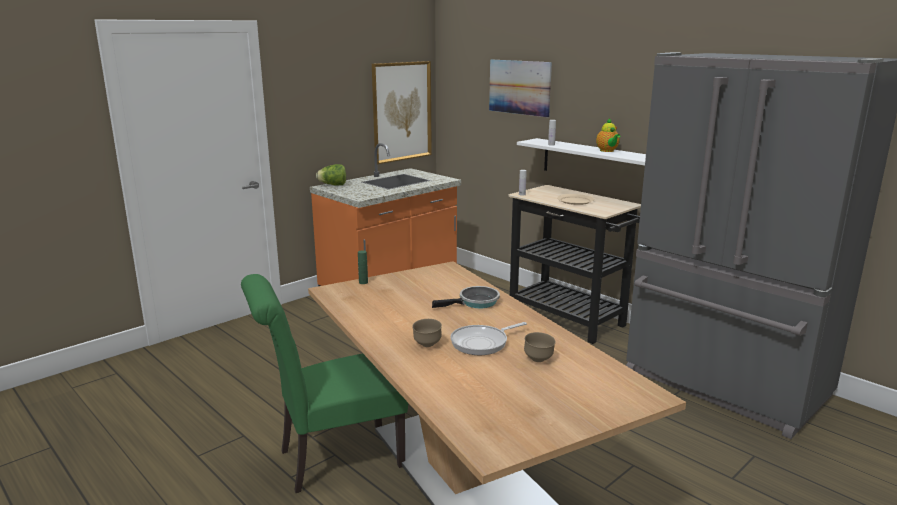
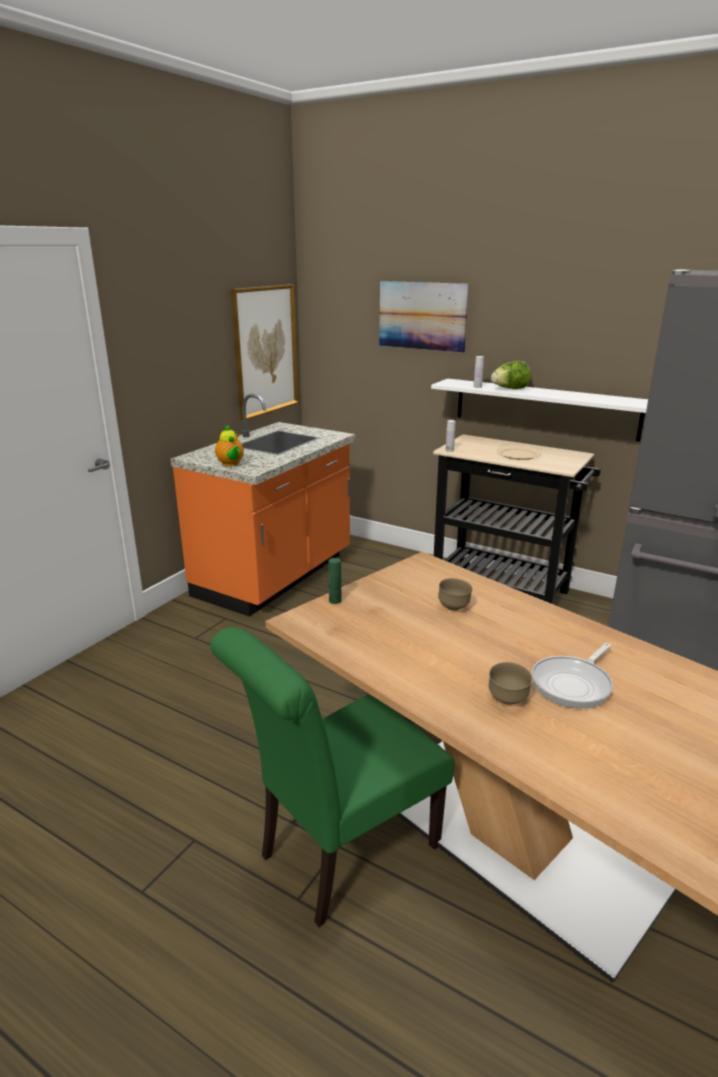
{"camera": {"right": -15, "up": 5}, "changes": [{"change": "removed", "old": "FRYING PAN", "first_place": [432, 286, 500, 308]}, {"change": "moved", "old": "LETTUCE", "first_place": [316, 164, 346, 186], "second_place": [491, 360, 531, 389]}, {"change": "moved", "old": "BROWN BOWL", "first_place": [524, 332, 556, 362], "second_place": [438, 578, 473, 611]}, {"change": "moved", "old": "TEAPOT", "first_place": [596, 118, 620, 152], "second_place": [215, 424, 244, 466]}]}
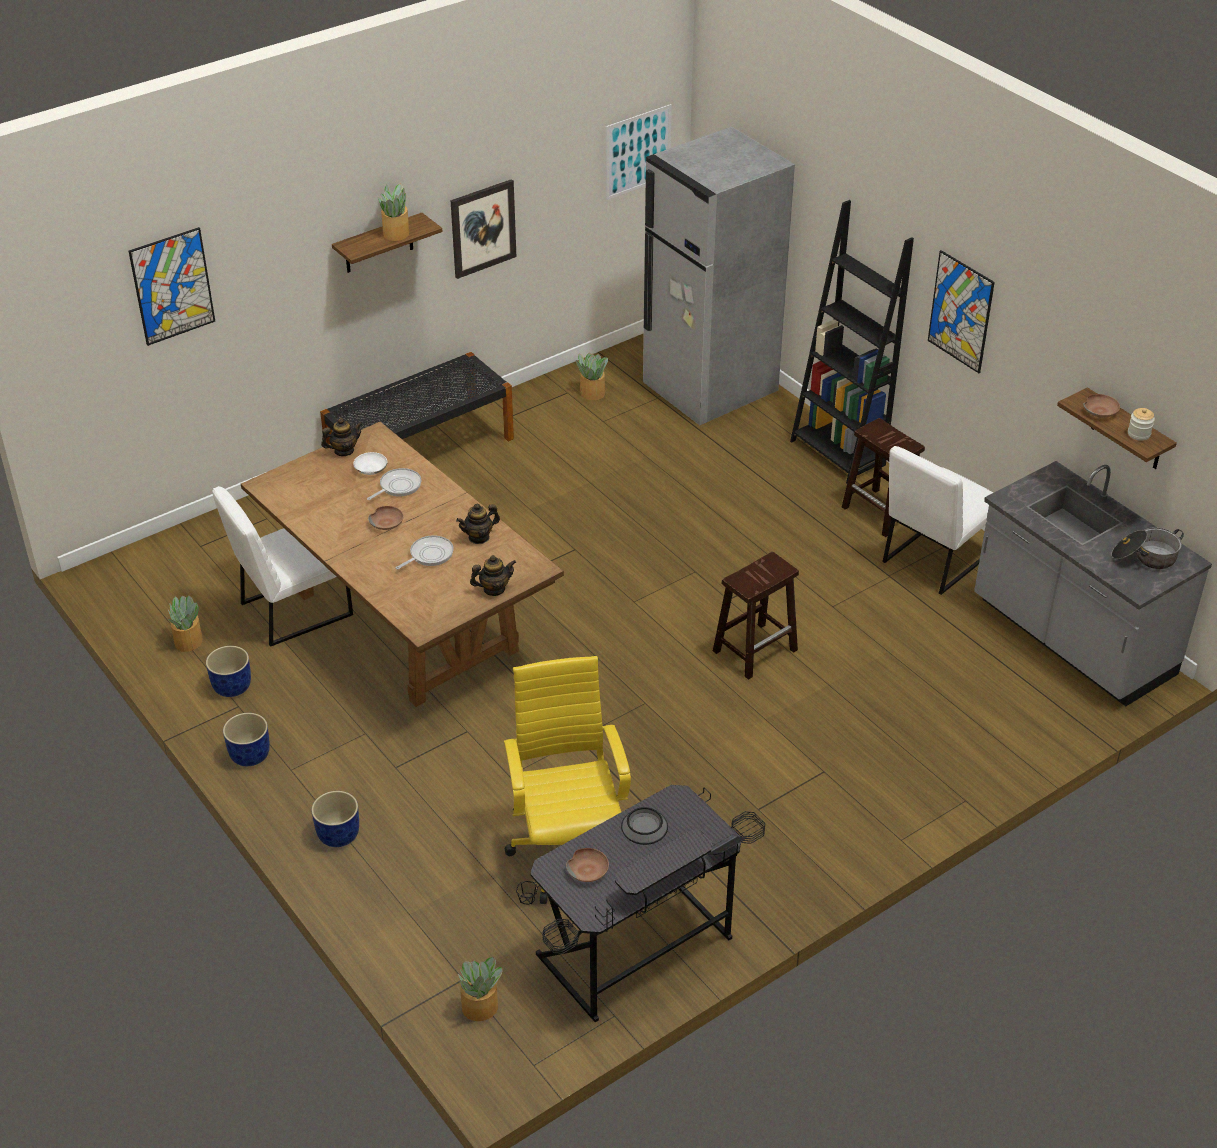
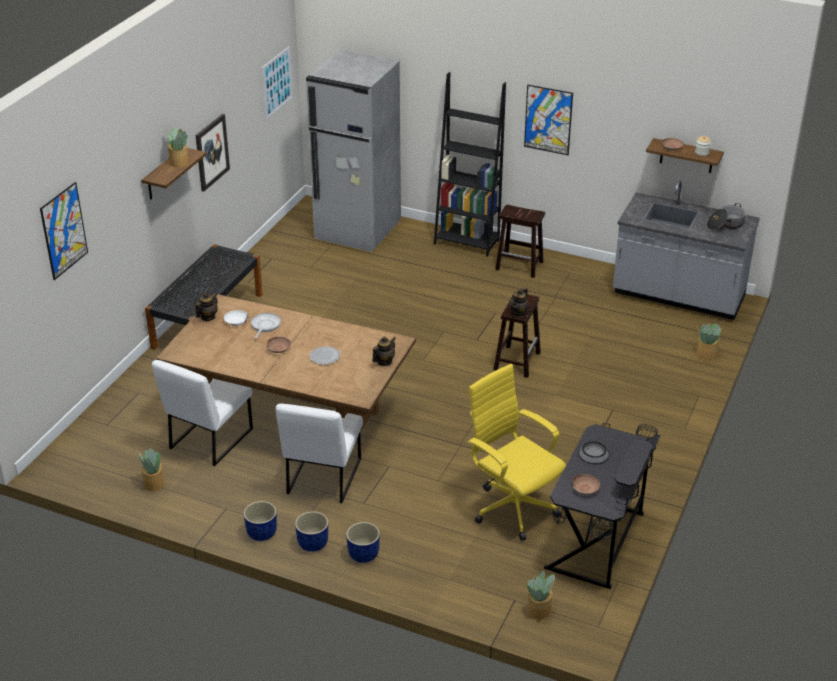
{"camera": {"right": -30, "up": -5}, "changes": [{"change": "moved", "old": "BLUE PLANTER", "first_place": [206, 646, 251, 697], "second_place": [295, 511, 328, 552]}, {"change": "moved", "old": "TEAPOT", "first_place": [456, 504, 500, 544], "second_place": [509, 288, 529, 317]}, {"change": "moved", "old": "POTTED PLANT", "first_place": [576, 353, 608, 400], "second_place": [697, 323, 721, 360]}, {"change": "moved", "old": "WHITE CHAIR", "first_place": [882, 446, 993, 595], "second_place": [275, 404, 363, 503]}, {"change": "replaced", "old": "FRYING PAN", "new": "PLATE", "first_place": [396, 535, 454, 569], "second_place": [310, 346, 340, 365]}]}
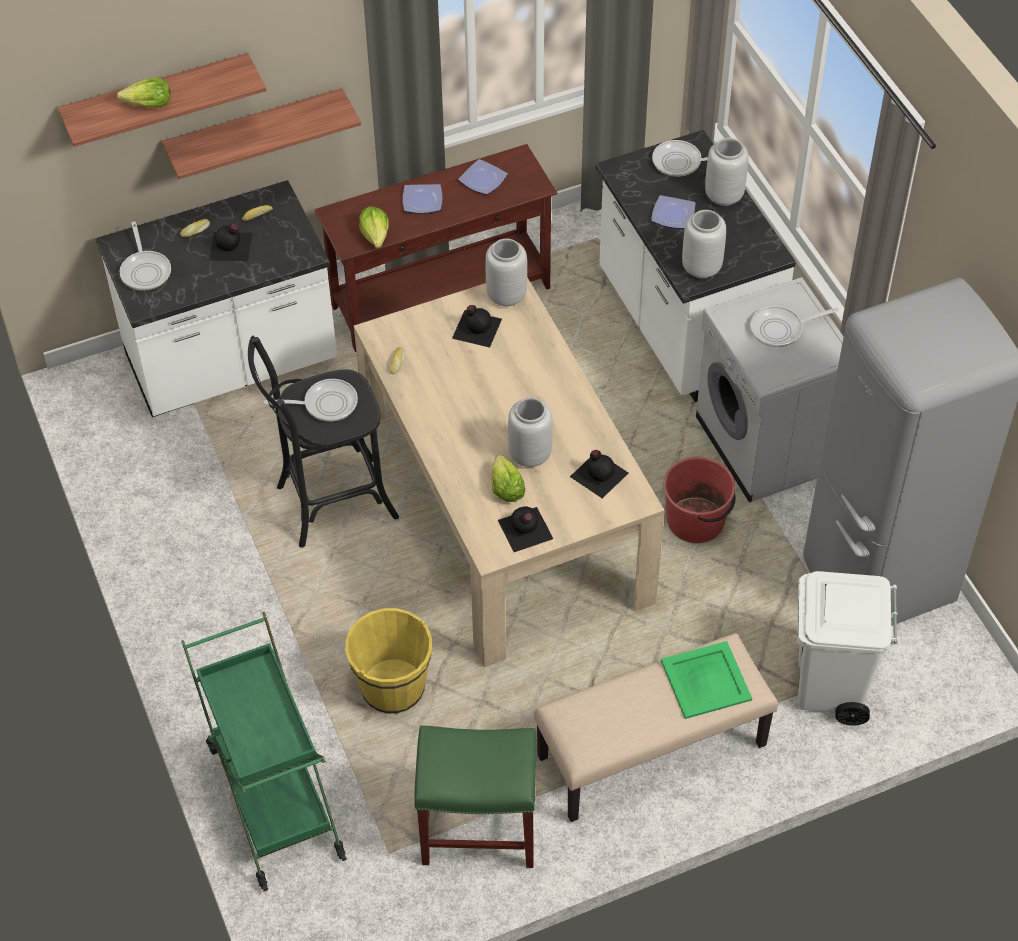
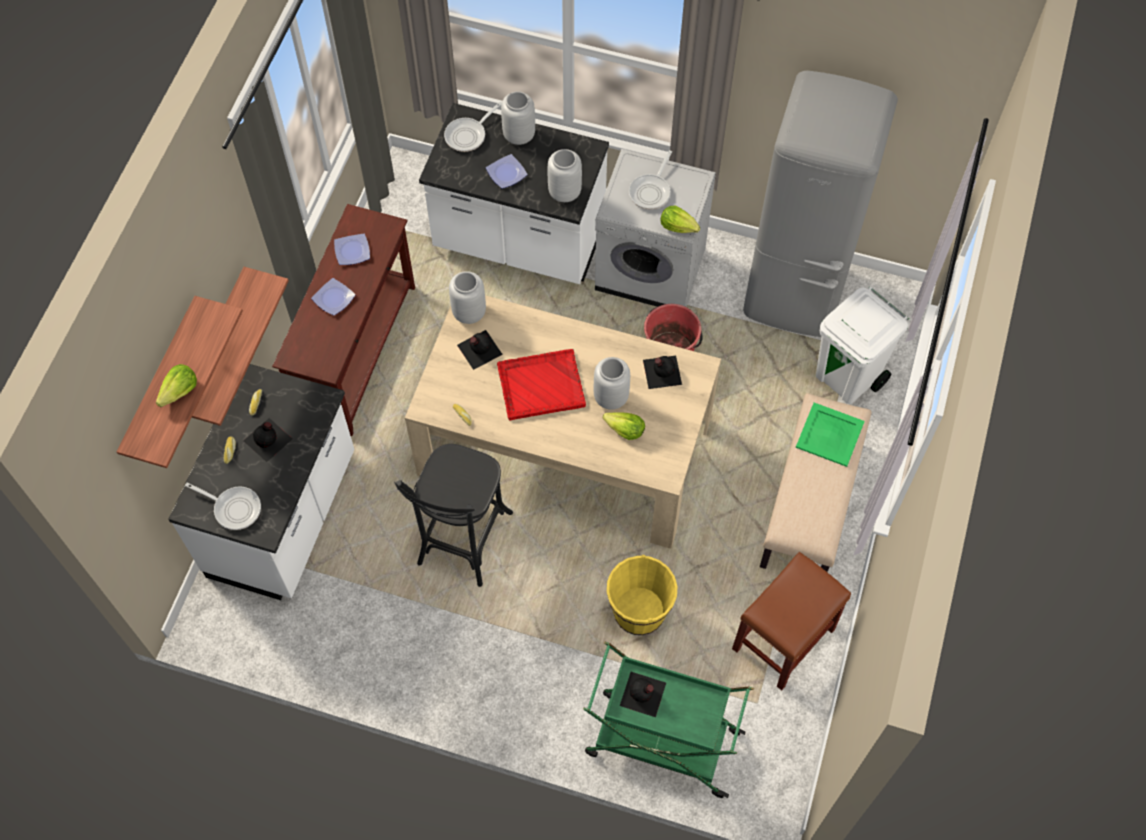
{"camera": {"right": -50, "up": 10}, "changes": [{"change": "removed", "old": "FRYING PAN", "first_place": [264, 379, 358, 422]}, {"change": "added", "new": "RED TRAY", "second_place": [497, 349, 586, 421]}, {"change": "moved", "old": "LETTUCE", "first_place": [359, 206, 389, 248], "second_place": [660, 206, 700, 233]}, {"change": "moved", "old": "BLACK BOTTLE", "first_place": [498, 506, 553, 552], "second_place": [620, 672, 666, 717]}, {"change": "recoloured", "old": "GREEN STOOL", "new": "BROWN STOOL", "first_place": [415, 725, 536, 868], "second_place": [732, 552, 851, 691]}]}
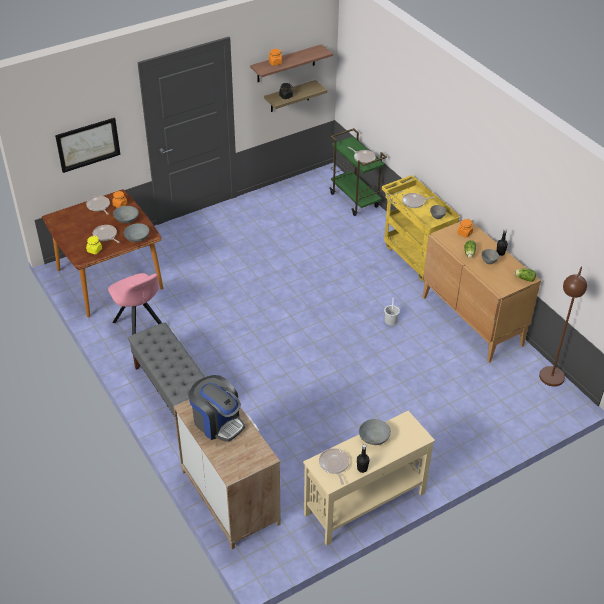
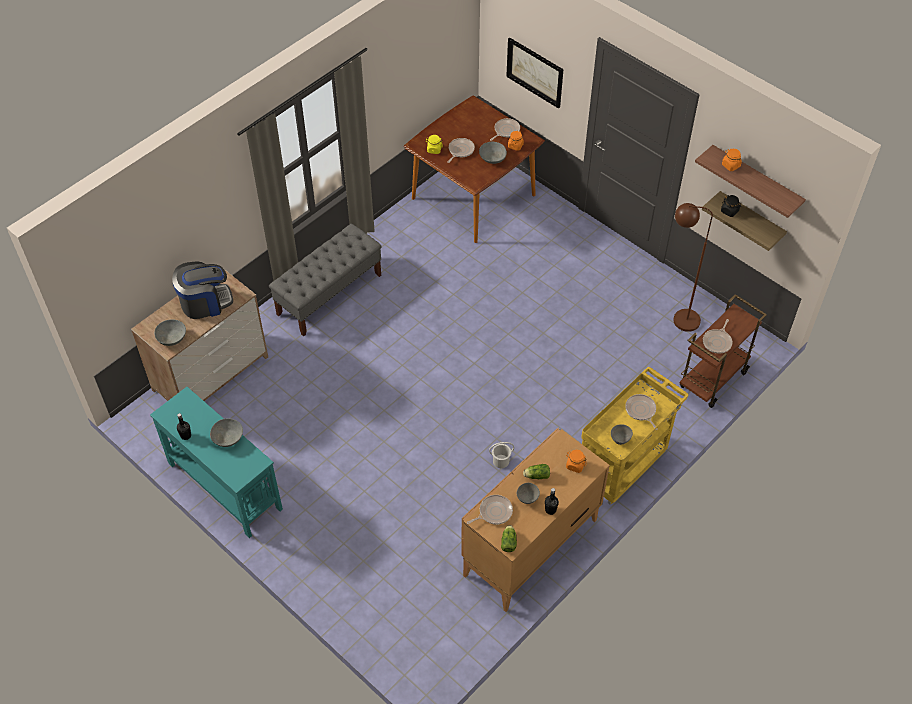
{"camera": {"right": 75, "up": 10}, "changes": [{"change": "removed", "old": "PINK CHAIR", "first_place": [108, 273, 162, 335]}, {"change": "moved", "old": "GREY BOWL", "first_place": [124, 223, 149, 242], "second_place": [154, 319, 186, 346]}, {"change": "moved", "old": "FRYING PAN", "first_place": [319, 448, 349, 485], "second_place": [467, 495, 513, 525]}, {"change": "moved", "old": "BROWN FLOOR LAMP", "first_place": [539, 266, 587, 387], "second_place": [673, 203, 713, 332]}, {"change": "recoloured", "old": "BEIGE CONSOLE TABLE", "new": "TURQUOISE CONSOLE TABLE", "first_place": [303, 411, 435, 546], "second_place": [150, 387, 283, 538]}, {"change": "recoloured", "old": "GREEN CART", "new": "BROWN CART", "first_place": [329, 128, 387, 216], "second_place": [680, 294, 767, 408]}, {"change": "turned", "old": "COFFEE MACHINE", "first_place": [188, 375, 245, 442], "second_place": [172, 261, 233, 319], "degrees": -135}]}
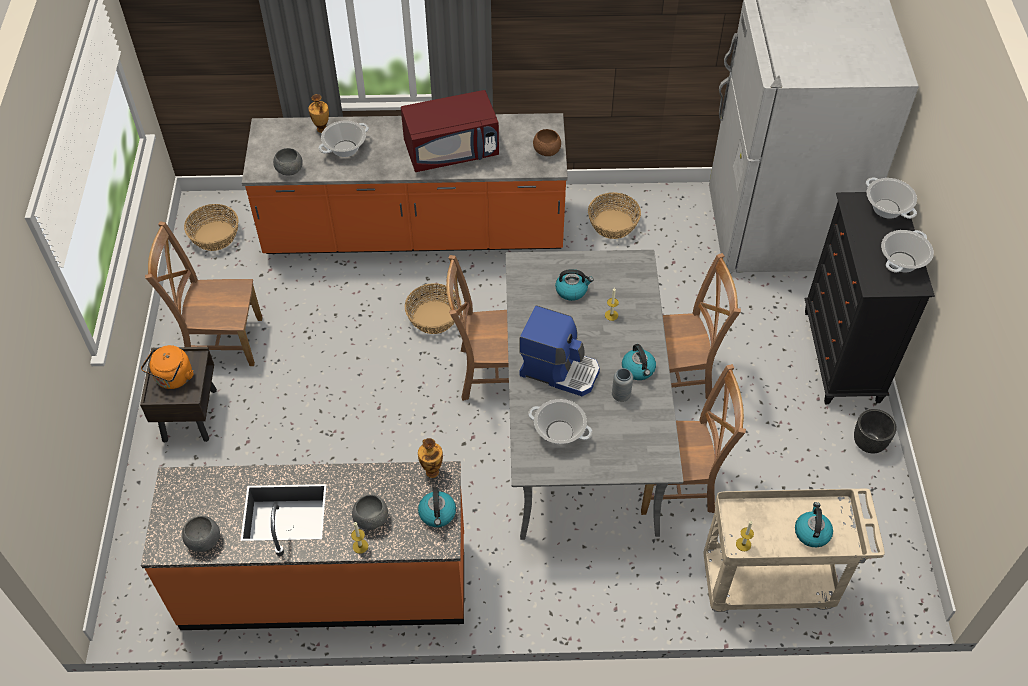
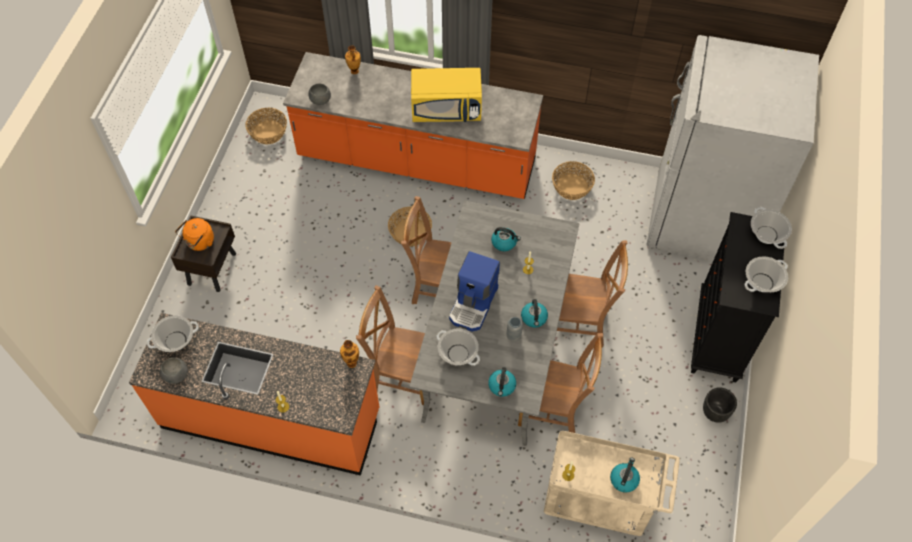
{"camera": {"right": 15, "up": 5}, "changes": [{"change": "removed", "old": "GREY BOWL", "first_place": [352, 495, 388, 530]}, {"change": "removed", "old": "BROWN BOWL", "first_place": [533, 129, 561, 156]}, {"change": "moved", "old": "BROWN CHAIR", "first_place": [145, 221, 263, 366], "second_place": [356, 285, 425, 405]}, {"change": "moved", "old": "COOKING POT", "first_place": [319, 121, 369, 157], "second_place": [147, 315, 199, 352]}, {"change": "moved", "old": "KETTLE", "first_place": [418, 487, 456, 527], "second_place": [488, 367, 516, 397]}, {"change": "recoloured", "old": "RED MICROWAVE", "new": "YELLOW MICROWAVE", "first_place": [401, 90, 499, 172], "second_place": [411, 68, 482, 122]}, {"change": "turned", "old": "COFFEE MACHINE", "first_place": [519, 305, 600, 396], "second_place": [449, 251, 500, 331], "degrees": 75}]}
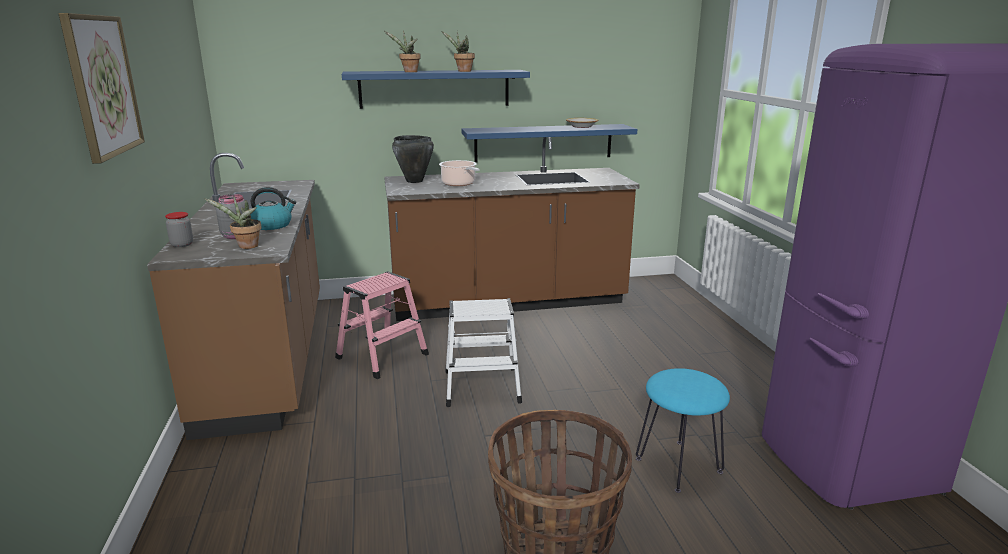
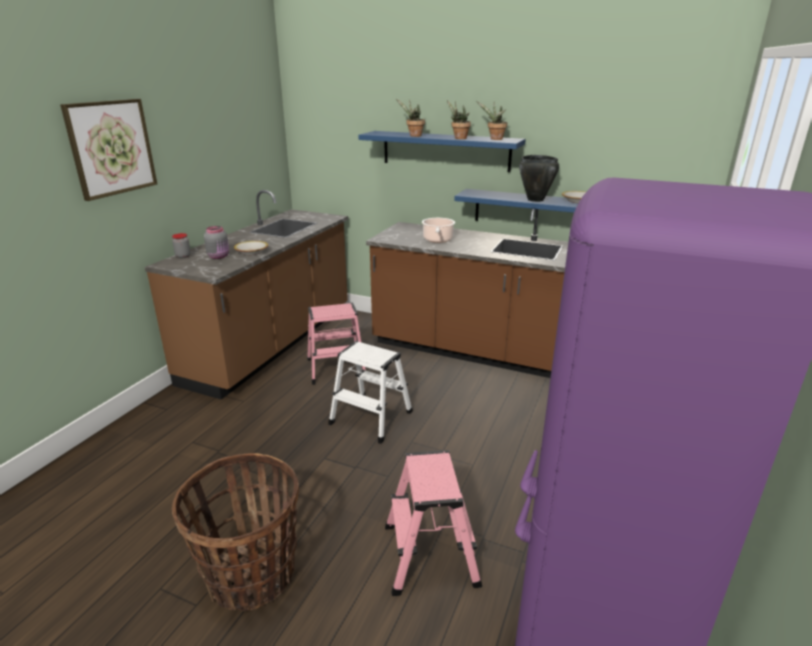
{"camera": {"right": 35, "up": 5}, "changes": [{"change": "moved", "old": "POTTED PLANT", "first_place": [204, 196, 261, 249], "second_place": [476, 101, 507, 140]}, {"change": "moved", "old": "BLACK COOKING POT", "first_place": [392, 135, 434, 183], "second_place": [519, 155, 559, 202]}, {"change": "replaced", "old": "KETTLE", "new": "BOWL", "first_place": [250, 187, 296, 230], "second_place": [234, 241, 268, 255]}, {"change": "replaced", "old": "TURQUOISE STOOL", "new": "PINK STEP LADDER", "first_place": [636, 368, 730, 493], "second_place": [385, 450, 482, 596]}]}
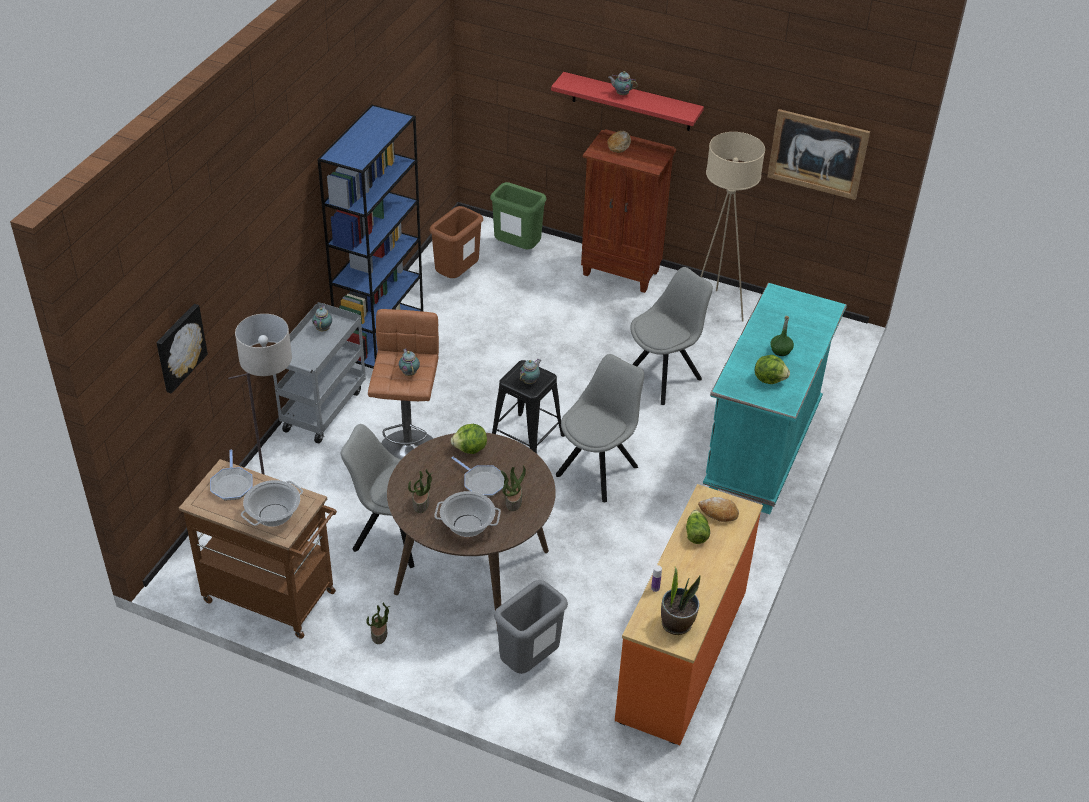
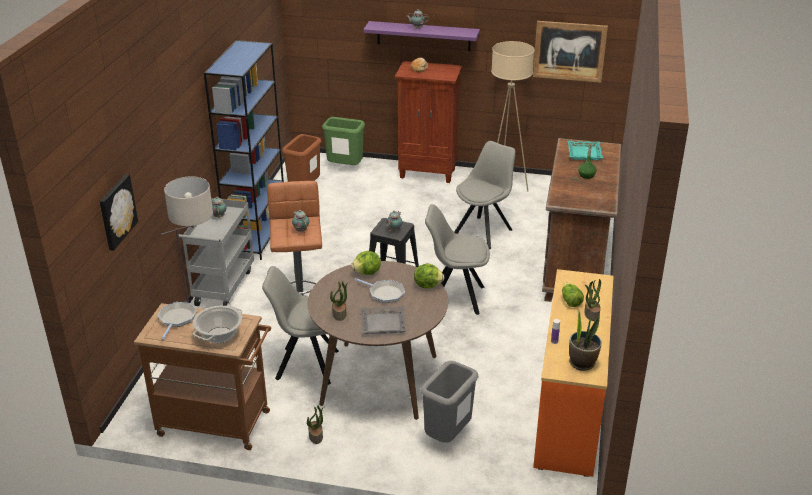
{"camera": {"right": -10, "up": -10}, "changes": [{"change": "removed", "old": "BREAD", "first_place": [698, 497, 739, 522]}, {"change": "added", "new": "TURQUOISE TRAY", "second_place": [568, 141, 603, 160]}, {"change": "moved", "old": "POTTED PLANT", "first_place": [501, 465, 526, 511], "second_place": [584, 279, 601, 321]}, {"change": "moved", "old": "LETTUCE", "first_place": [755, 355, 790, 384], "second_place": [414, 263, 445, 288]}, {"change": "replaced", "old": "COOKING POT", "new": "GREY TRAY", "first_place": [434, 491, 501, 537], "second_place": [361, 306, 407, 334]}, {"change": "recoloured", "old": "RED SHELF", "new": "PURPLE SHELF", "first_place": [551, 72, 704, 131], "second_place": [363, 21, 480, 51]}, {"change": "recoloured", "old": "TURQUOISE DRESSER", "new": "BROWN DRESSER", "first_place": [703, 283, 847, 514], "second_place": [542, 138, 621, 302]}, {"change": "turned", "old": "FRYING PAN", "first_place": [210, 449, 253, 500], "second_place": [158, 302, 197, 340], "degrees": -150}, {"change": "turned", "old": "GREY CHAIR", "first_place": [556, 354, 644, 502], "second_place": [425, 204, 490, 315], "degrees": -105}]}
